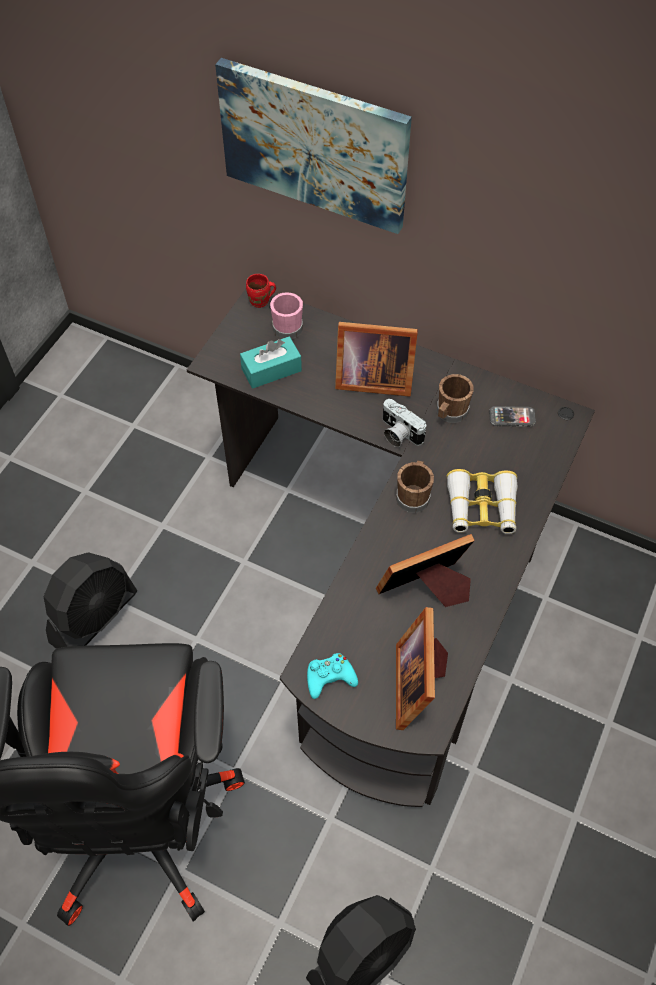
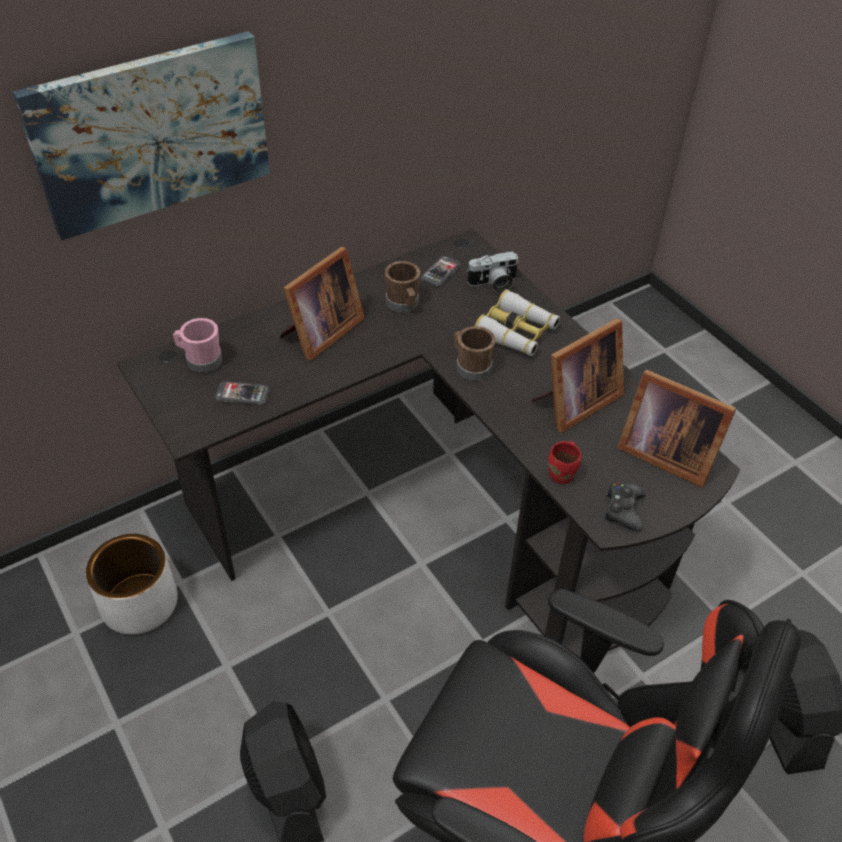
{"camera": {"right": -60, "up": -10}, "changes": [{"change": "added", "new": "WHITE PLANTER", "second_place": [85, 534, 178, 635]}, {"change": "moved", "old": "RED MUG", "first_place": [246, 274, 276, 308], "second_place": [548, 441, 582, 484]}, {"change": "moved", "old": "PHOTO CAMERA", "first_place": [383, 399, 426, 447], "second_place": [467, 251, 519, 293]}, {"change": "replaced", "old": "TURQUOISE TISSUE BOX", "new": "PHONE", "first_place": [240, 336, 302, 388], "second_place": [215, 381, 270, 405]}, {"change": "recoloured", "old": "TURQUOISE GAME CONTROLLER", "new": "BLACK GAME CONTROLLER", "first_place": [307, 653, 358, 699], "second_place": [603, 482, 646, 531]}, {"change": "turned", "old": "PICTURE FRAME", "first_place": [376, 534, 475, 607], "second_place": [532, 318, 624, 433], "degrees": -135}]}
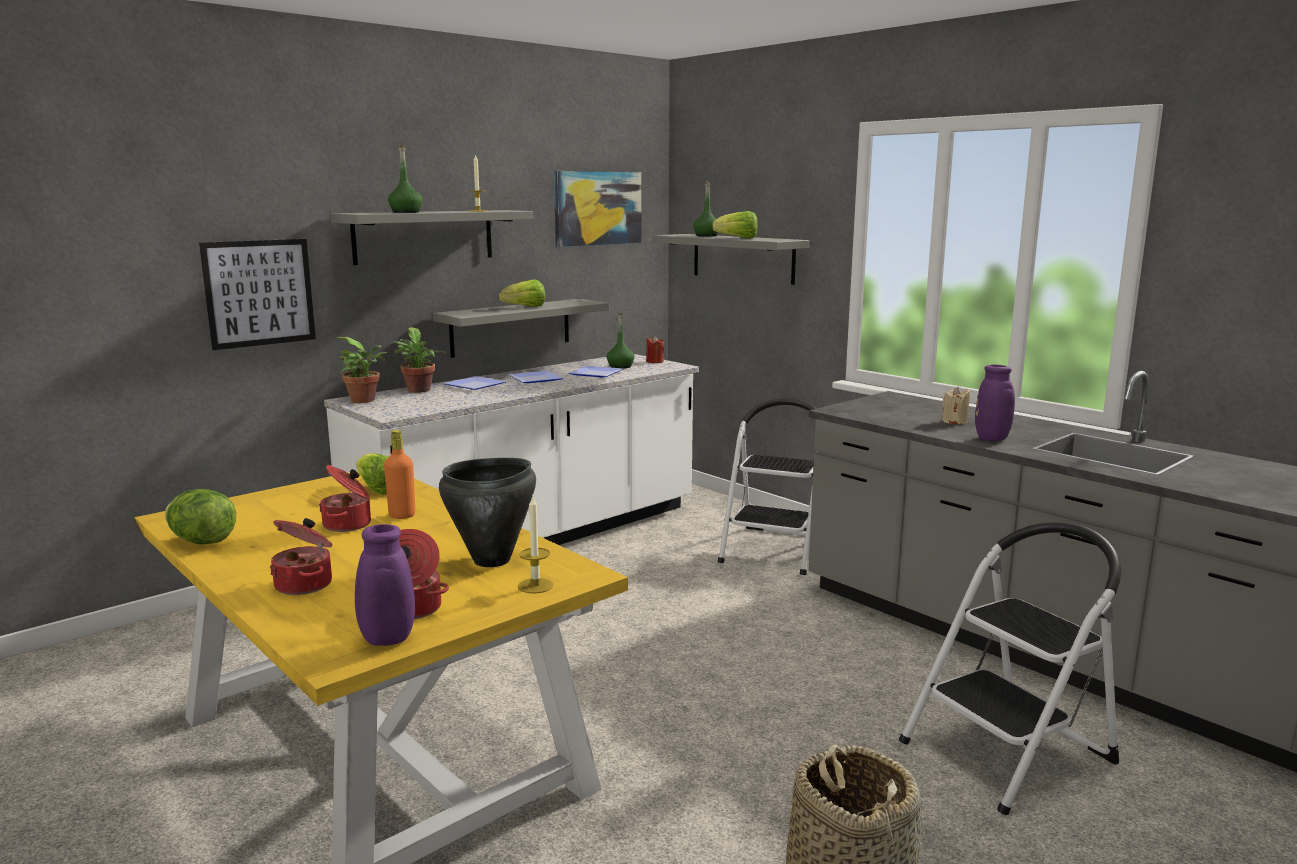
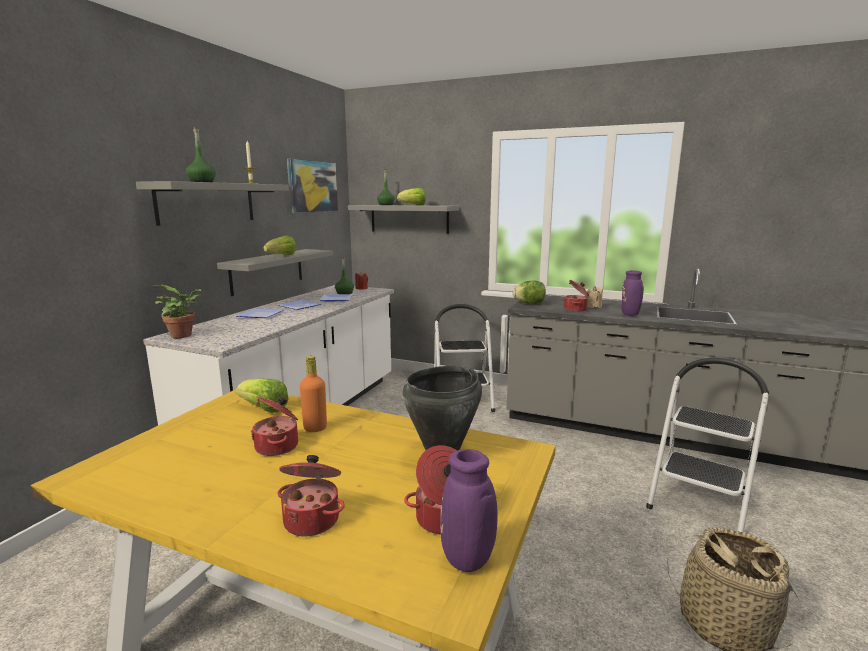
{"camera": {"right": -25, "up": 0}, "changes": [{"change": "removed", "old": "PICTURE", "first_place": [199, 239, 316, 350]}, {"change": "removed", "old": "POTTED PLANT", "first_place": [390, 327, 446, 393]}, {"change": "removed", "old": "CANDLE", "first_place": [518, 495, 554, 594]}, {"change": "added", "new": "COOKING POT", "second_place": [564, 280, 589, 312]}, {"change": "moved", "old": "LETTUCE", "first_place": [165, 489, 236, 544], "second_place": [513, 281, 546, 304]}]}
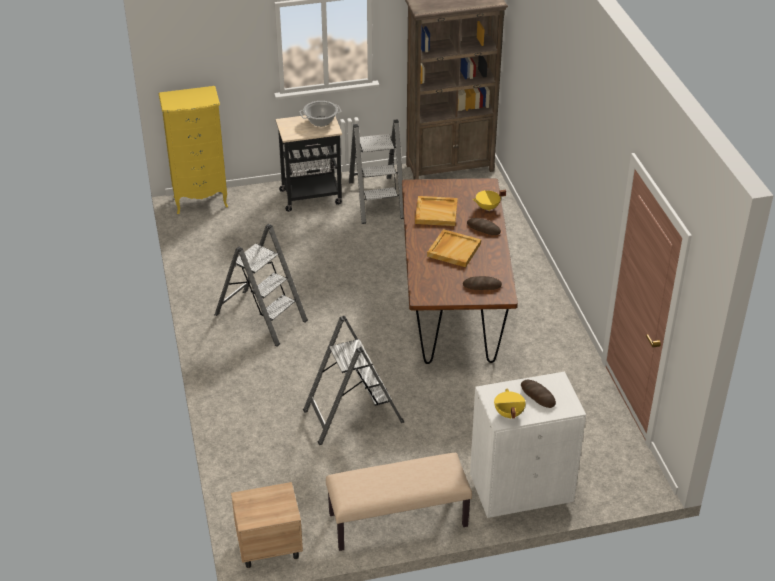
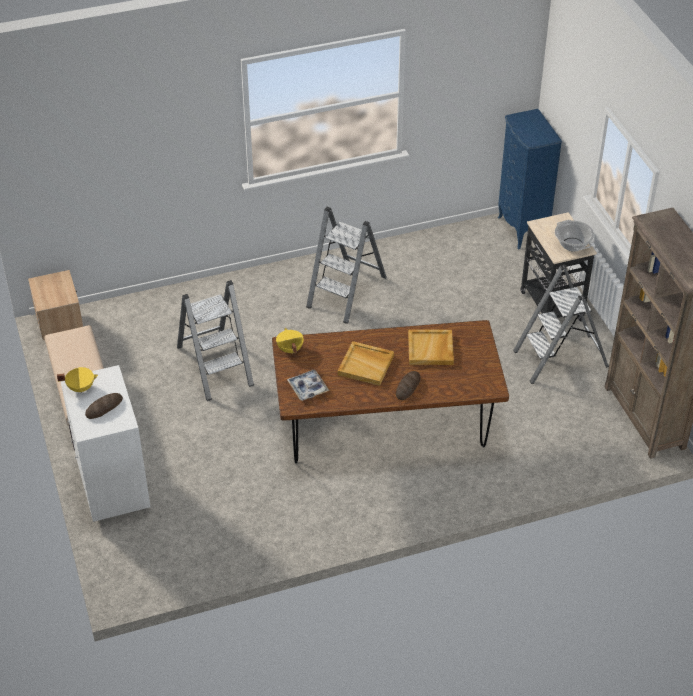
{"camera": {"right": 85, "up": 5}, "changes": [{"change": "moved", "old": "YELLOW COOKING POT", "first_place": [473, 190, 506, 211], "second_place": [276, 328, 304, 354]}, {"change": "replaced", "old": "BREAD", "new": "TRAY", "first_place": [463, 276, 502, 290], "second_place": [287, 370, 329, 401]}, {"change": "recoloured", "old": "YELLOW DRESSER", "new": "BLUE DRESSER", "first_place": [159, 86, 228, 214], "second_place": [498, 109, 562, 250]}]}
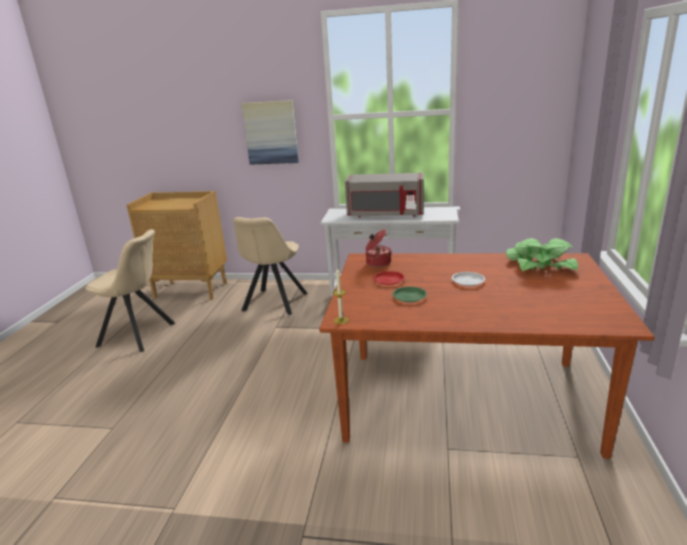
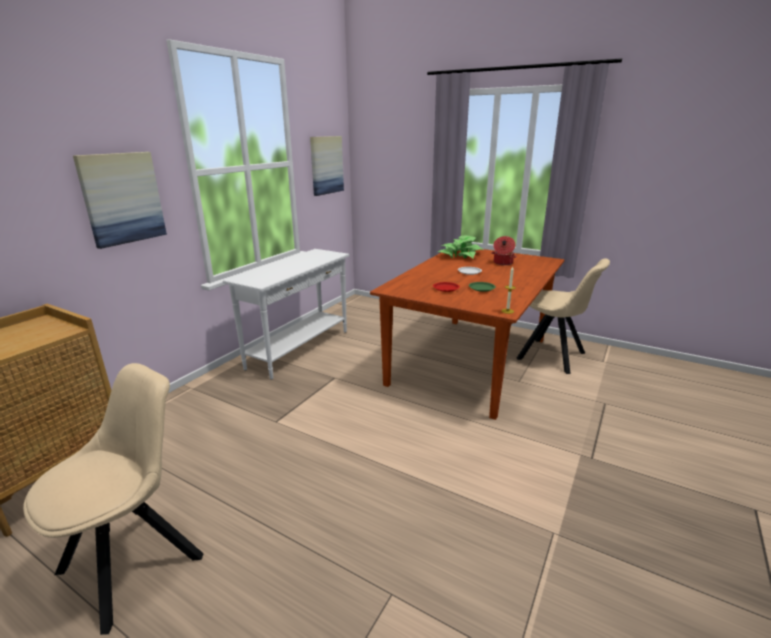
{"camera": {"right": -70, "up": 0}, "changes": [{"change": "removed", "old": "GREY MICROWAVE", "first_place": [345, 173, 424, 217]}, {"change": "added", "new": "PICTURE", "second_place": [310, 136, 344, 196]}, {"change": "moved", "old": "BEIGE CHAIR", "first_place": [233, 217, 308, 315], "second_place": [517, 258, 610, 374]}, {"change": "moved", "old": "COOKING POT", "first_place": [366, 229, 392, 267], "second_place": [492, 236, 517, 265]}]}
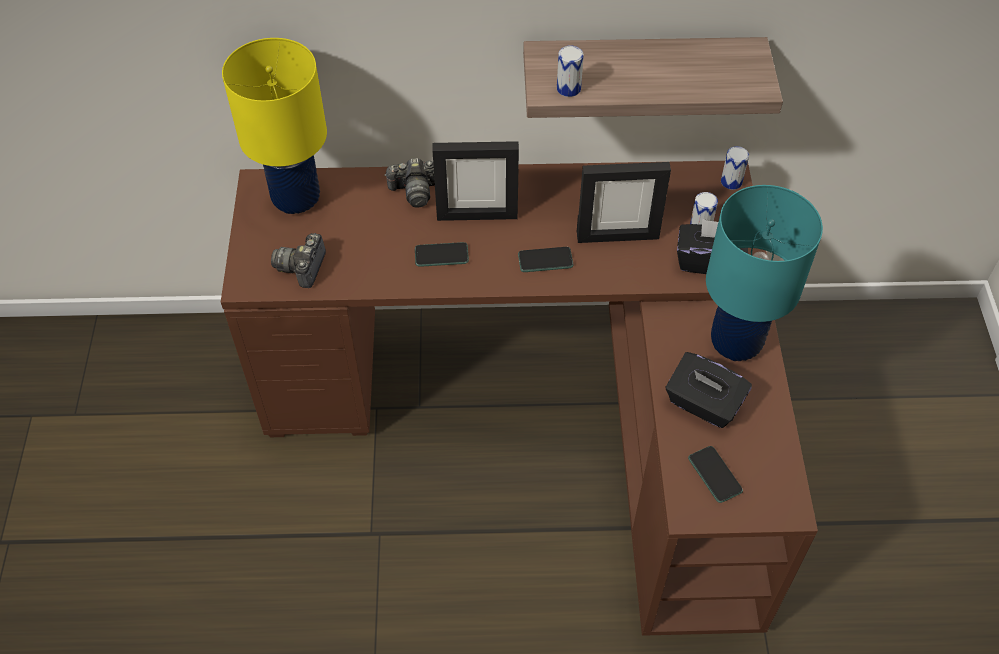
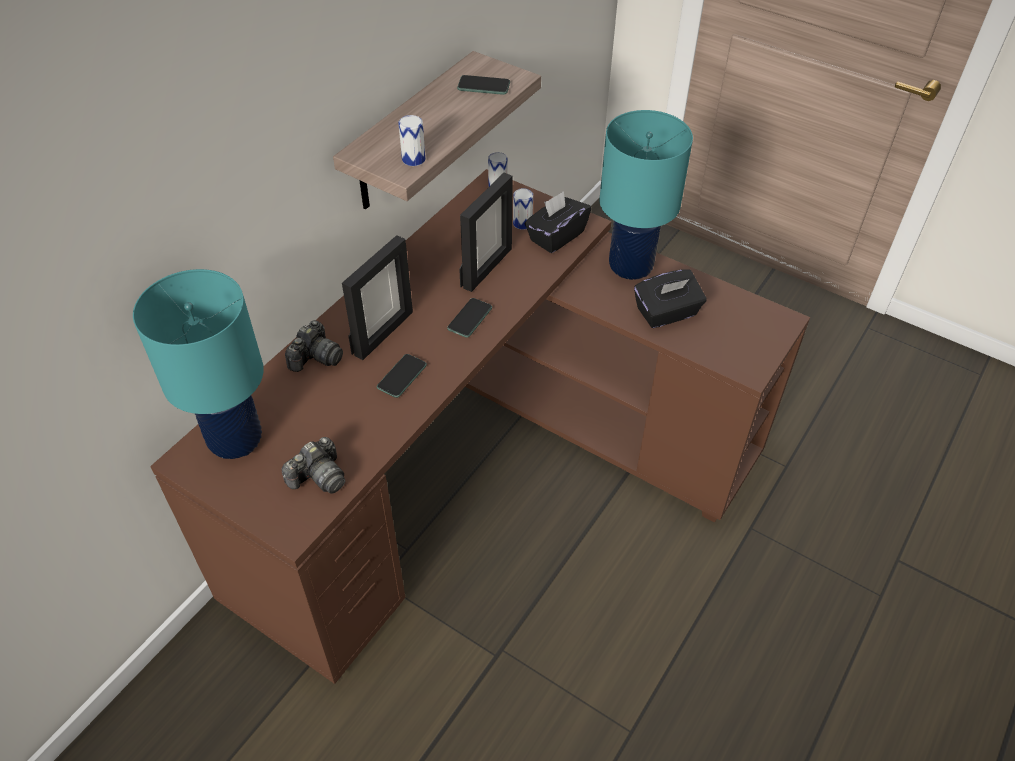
{"camera": {"right": -55, "up": -5}, "changes": [{"change": "moved", "old": "PHONE", "first_place": [688, 446, 743, 503], "second_place": [457, 75, 510, 95]}, {"change": "recoloured", "old": "YELLOW TABLE LAMP", "new": "TURQUOISE TABLE LAMP", "first_place": [222, 38, 327, 214], "second_place": [133, 269, 264, 459]}, {"change": "turned", "old": "PHOTO CAMERA", "first_place": [271, 233, 326, 288], "second_place": [281, 437, 345, 494], "degrees": -90}]}
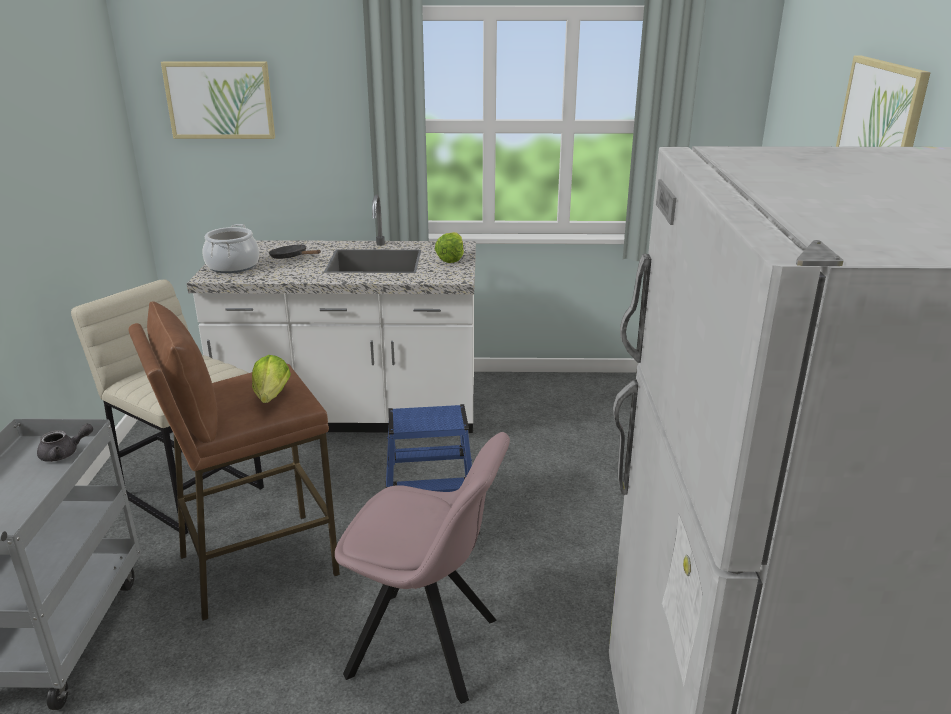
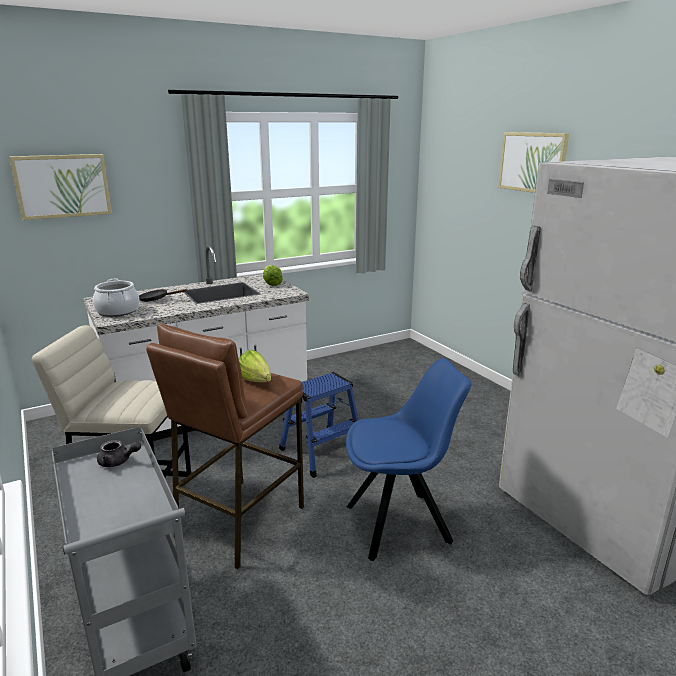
{"camera": {"right": -30, "up": -5}, "changes": [{"change": "recoloured", "old": "PINK CHAIR", "new": "BLUE CHAIR", "first_place": [335, 432, 510, 704], "second_place": [346, 358, 471, 561]}, {"change": "turned", "old": "GREY TEAPOT", "first_place": [37, 424, 93, 462], "second_place": [97, 440, 141, 467], "degrees": 60}]}
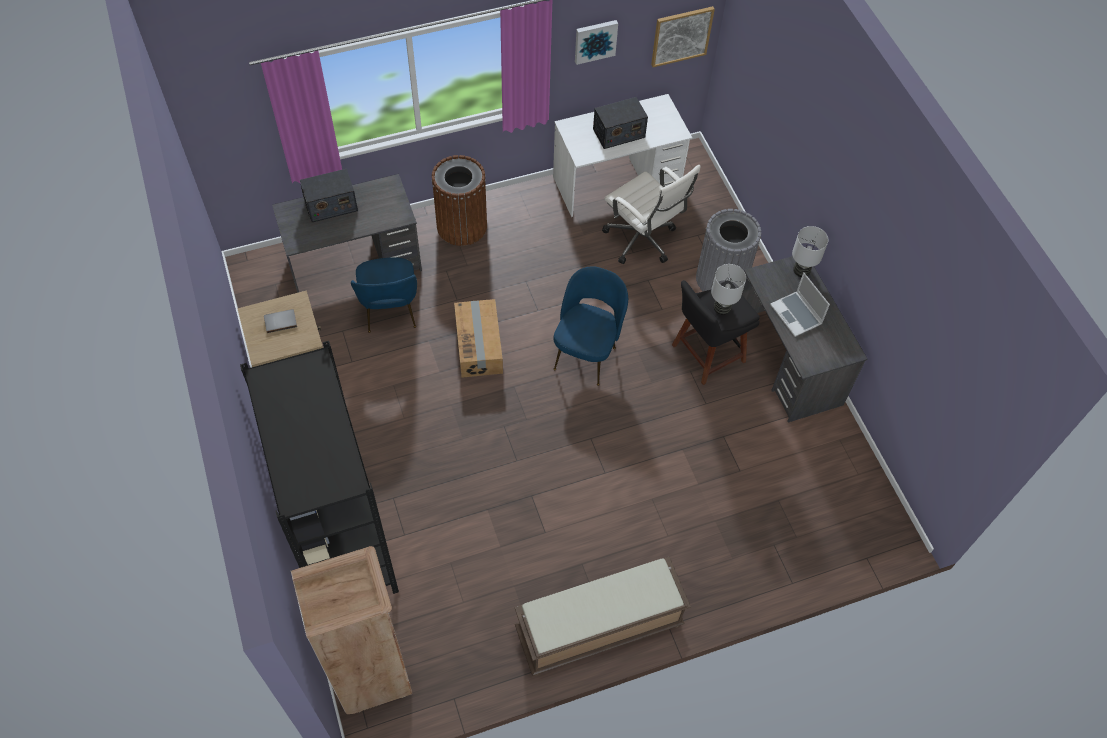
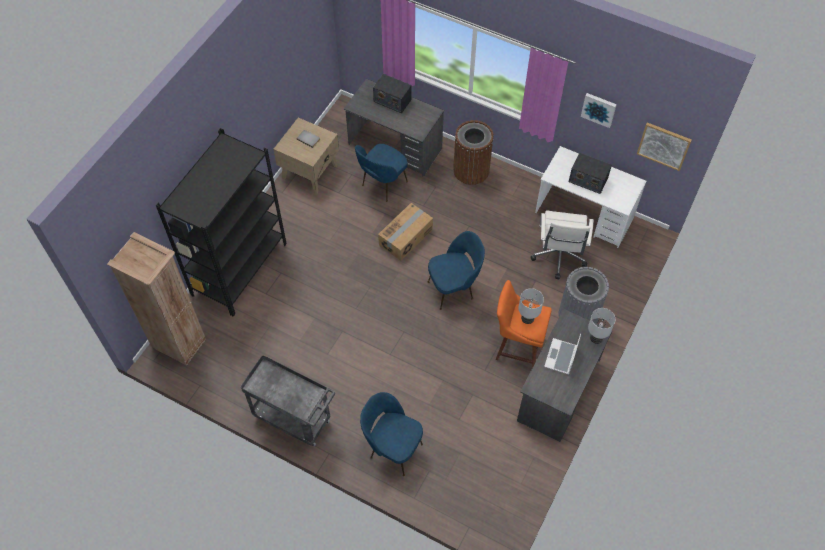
{"camera": {"right": 50, "up": 0}, "changes": [{"change": "added", "new": "BLUE CHAIR", "second_place": [360, 392, 423, 476]}, {"change": "replaced", "old": "BROWN BENCH", "new": "GREY CART", "first_place": [514, 557, 691, 676], "second_place": [241, 356, 335, 446]}, {"change": "recoloured", "old": "BLACK STOOL", "new": "ORANGE STOOL", "first_place": [672, 280, 760, 385], "second_place": [496, 280, 552, 368]}]}
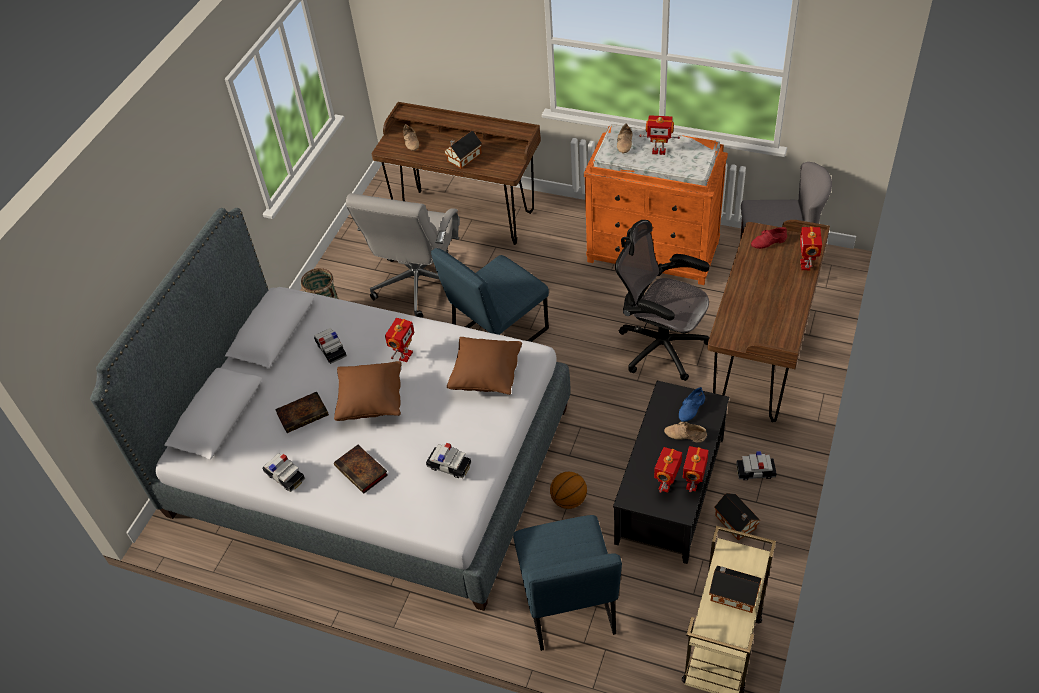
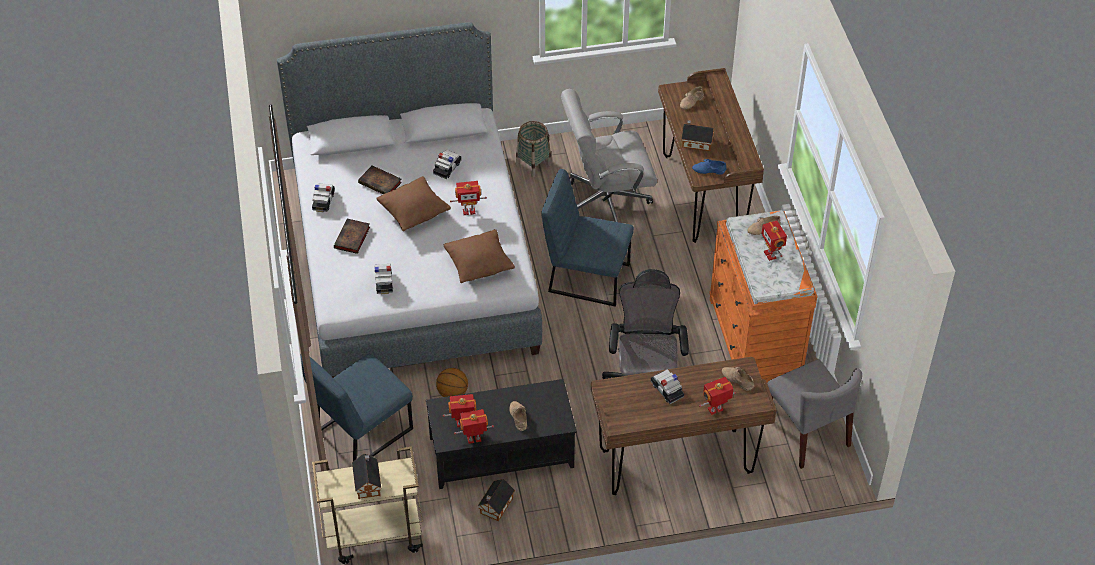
{"camera": {"right": 55, "up": 0}, "changes": [{"change": "moved", "old": "BLUE SHOE", "first_place": [679, 387, 705, 422], "second_place": [692, 159, 727, 175]}, {"change": "moved", "old": "TOY CAR", "first_place": [736, 451, 777, 480], "second_place": [651, 369, 684, 404]}, {"change": "recoloured", "old": "RED SHOE", "new": "BEIGE SHOE", "first_place": [751, 227, 787, 249], "second_place": [722, 367, 754, 391]}]}
